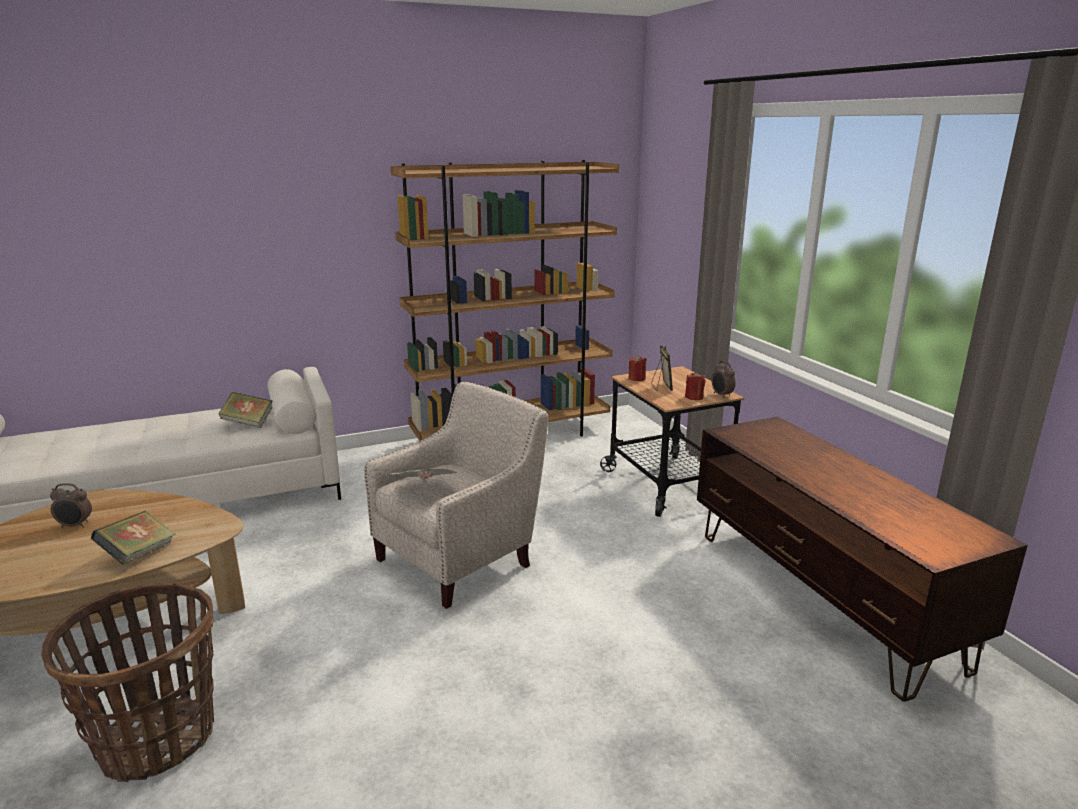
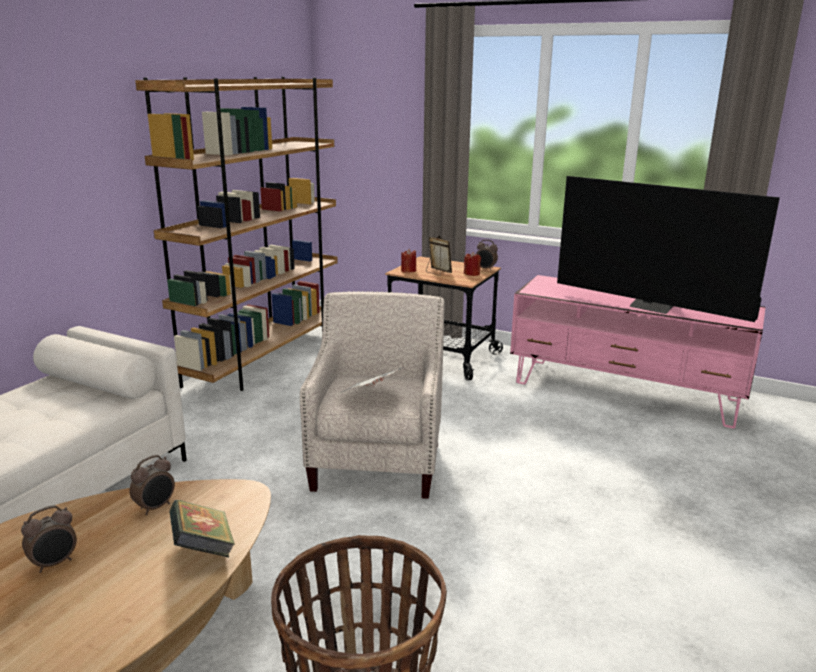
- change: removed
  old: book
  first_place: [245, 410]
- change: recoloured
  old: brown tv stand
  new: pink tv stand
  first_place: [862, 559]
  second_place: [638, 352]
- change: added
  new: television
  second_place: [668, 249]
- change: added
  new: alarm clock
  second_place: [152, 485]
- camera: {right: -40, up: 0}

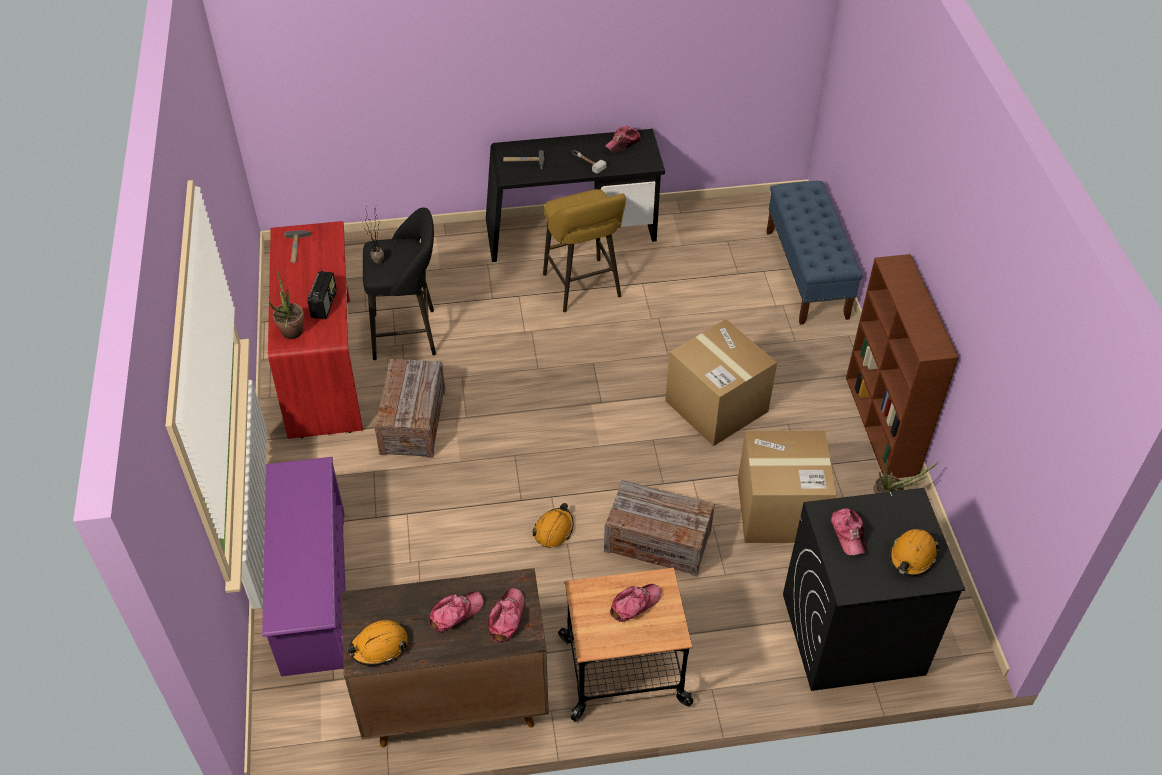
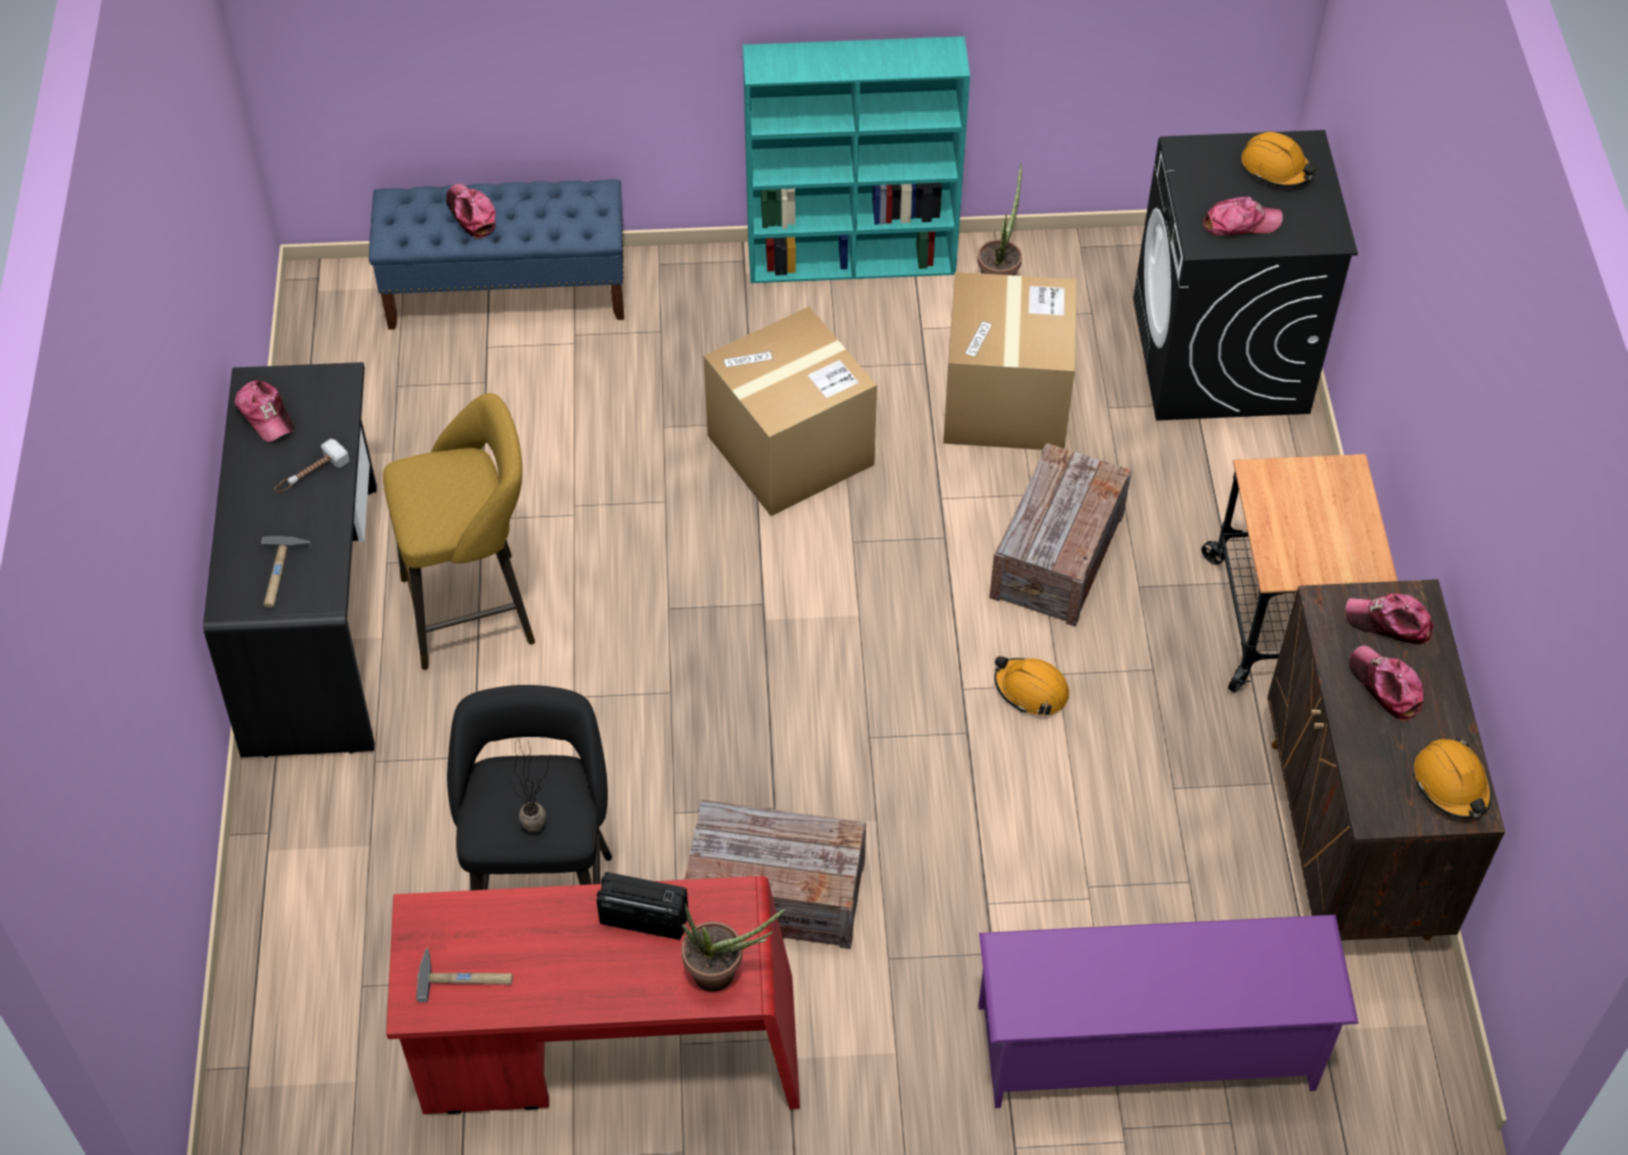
- change: recoloured
  old: brown bookcase
  new: turquoise bookcase
  first_place: [902, 366]
  second_place: [856, 159]
- change: moved
  old: cap
  first_place: [635, 603]
  second_place: [471, 211]
- camera: {right: -85, up: 5}

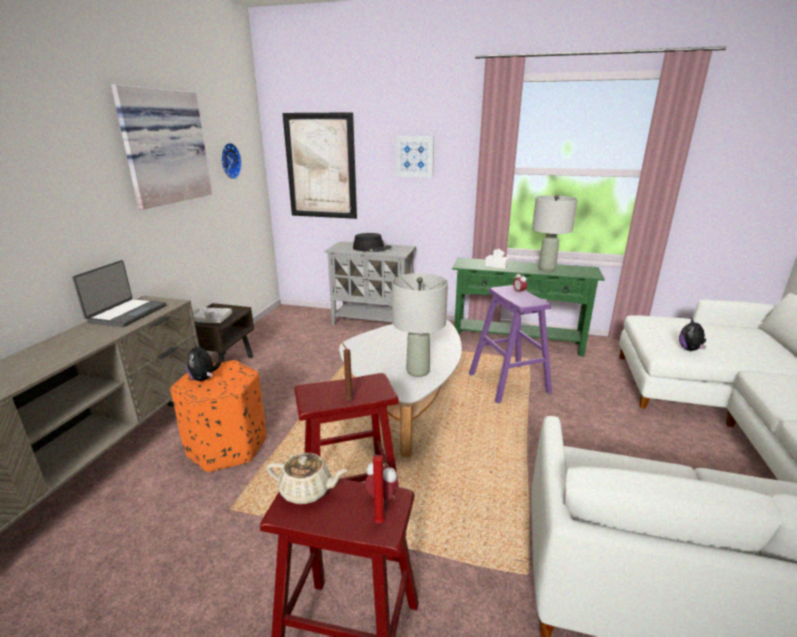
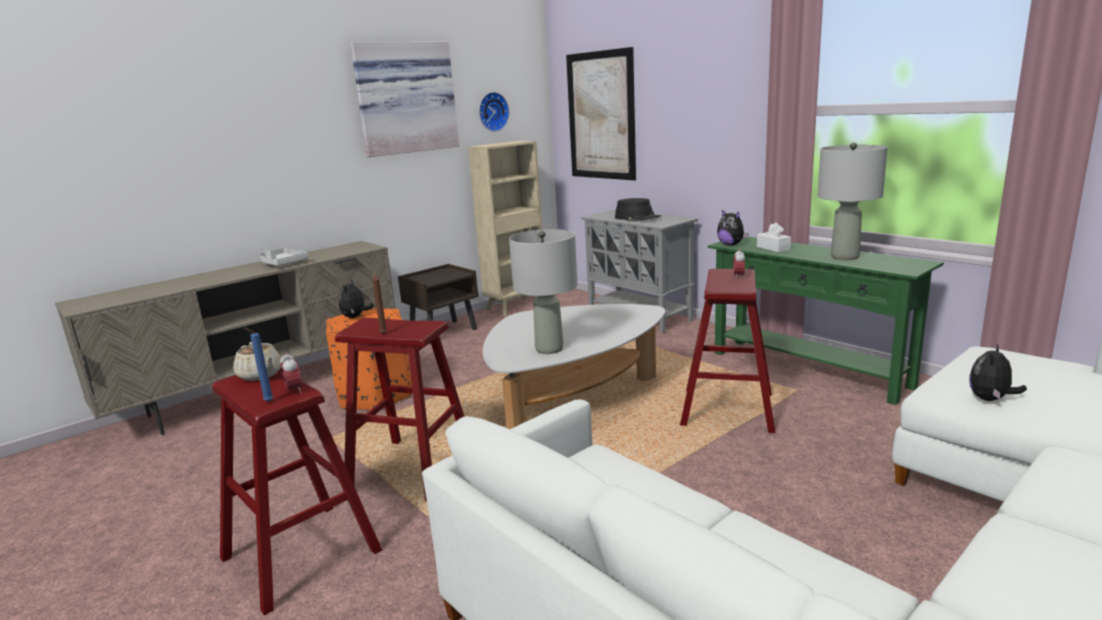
- change: removed
  old: picture
  first_place: [414, 156]
- change: removed
  old: laptop
  first_place: [119, 293]
- change: recoloured
  old: purple stool
  new: red stool
  first_place: [510, 344]
  second_place: [727, 351]
- change: moved
  old: grey tray
  first_place: [212, 315]
  second_place: [284, 257]
- change: recoloured
  old: red candle
  new: blue candle
  first_place: [378, 489]
  second_place: [258, 365]
- change: added
  new: beige bookcase
  second_place: [505, 228]
- change: added
  new: plush toy
  second_place: [733, 228]
- camera: {right: 35, up: -5}

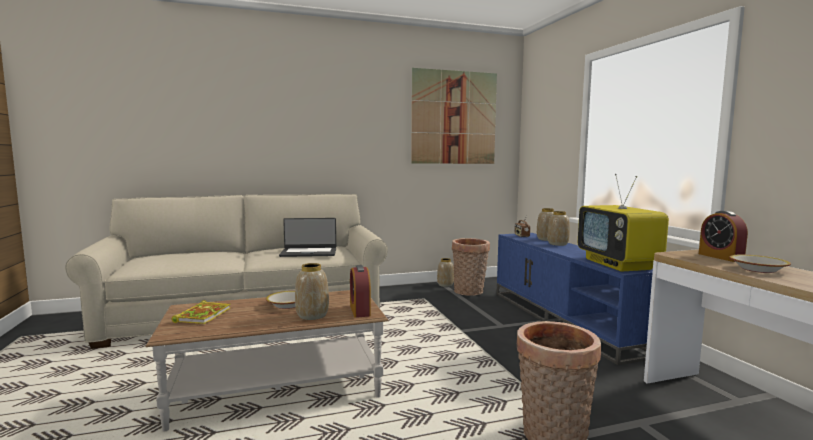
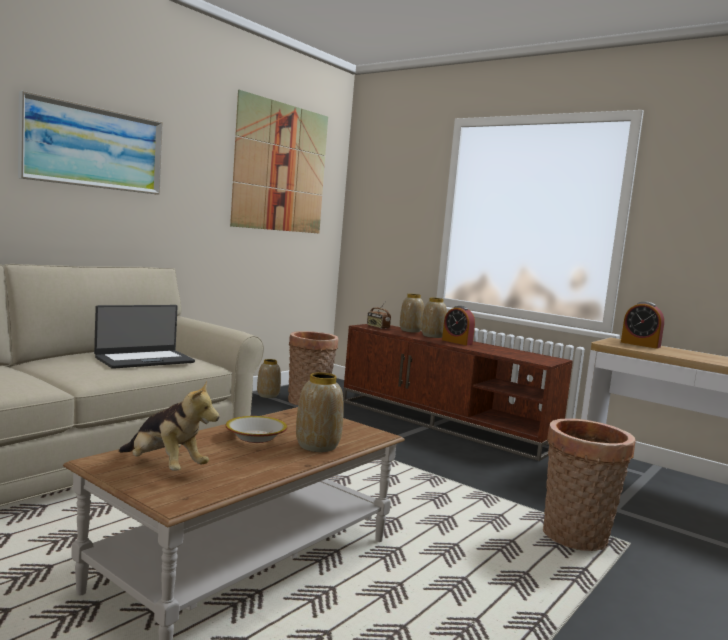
- change: removed
  old: television
  first_place: [623, 222]
- change: recoloured
  old: blue tv stand
  new: brown tv stand
  first_place: [575, 299]
  second_place: [458, 392]
- change: removed
  old: bowl
  first_place: [760, 264]
- change: moved
  old: alarm clock
  first_place: [360, 291]
  second_place: [458, 325]
- change: replaced
  old: book
  new: plush toy
  first_place: [201, 312]
  second_place: [169, 425]
- change: added
  new: picture
  second_place: [90, 143]
- camera: {right: -35, up: 0}

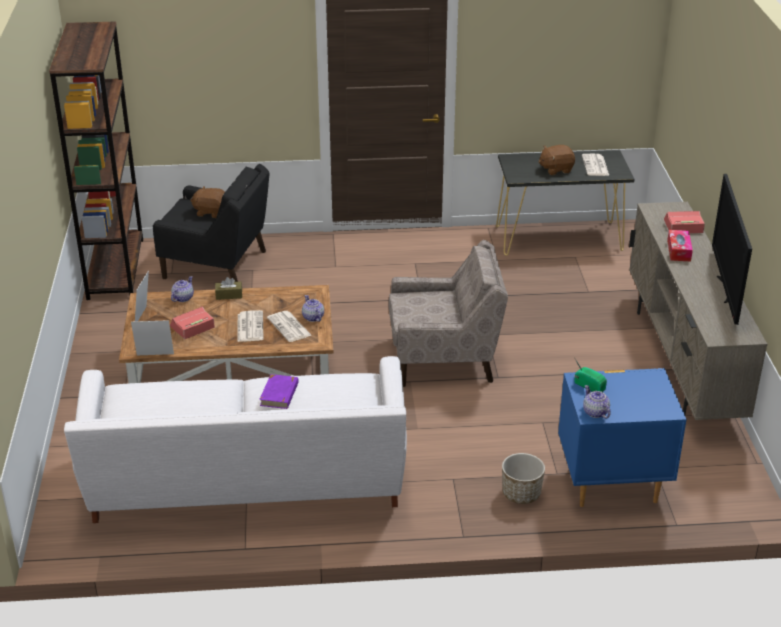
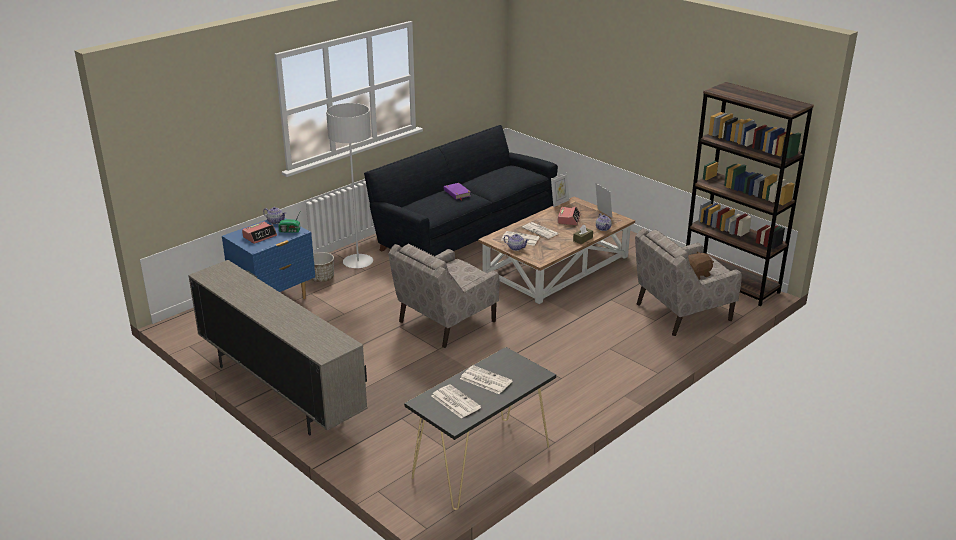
- change: replaced
  old: brown plush toy
  new: newspaper
  first_place: [556, 160]
  second_place: [486, 379]
- change: recoloured
  old: black armchair
  new: beige armchair
  first_place: [211, 223]
  second_place: [688, 282]
- change: removed
  old: television
  first_place: [732, 249]
- change: moved
  old: alarm clock
  first_place: [684, 222]
  second_place: [259, 233]
- change: removed
  old: tissue box
  first_place: [680, 245]
- change: recoloured
  old: white sofa
  new: black sofa
  first_place: [235, 439]
  second_place: [461, 190]
- change: added
  new: grey floor lamp
  second_place: [349, 185]
- camera: {right: 140, up: -5}

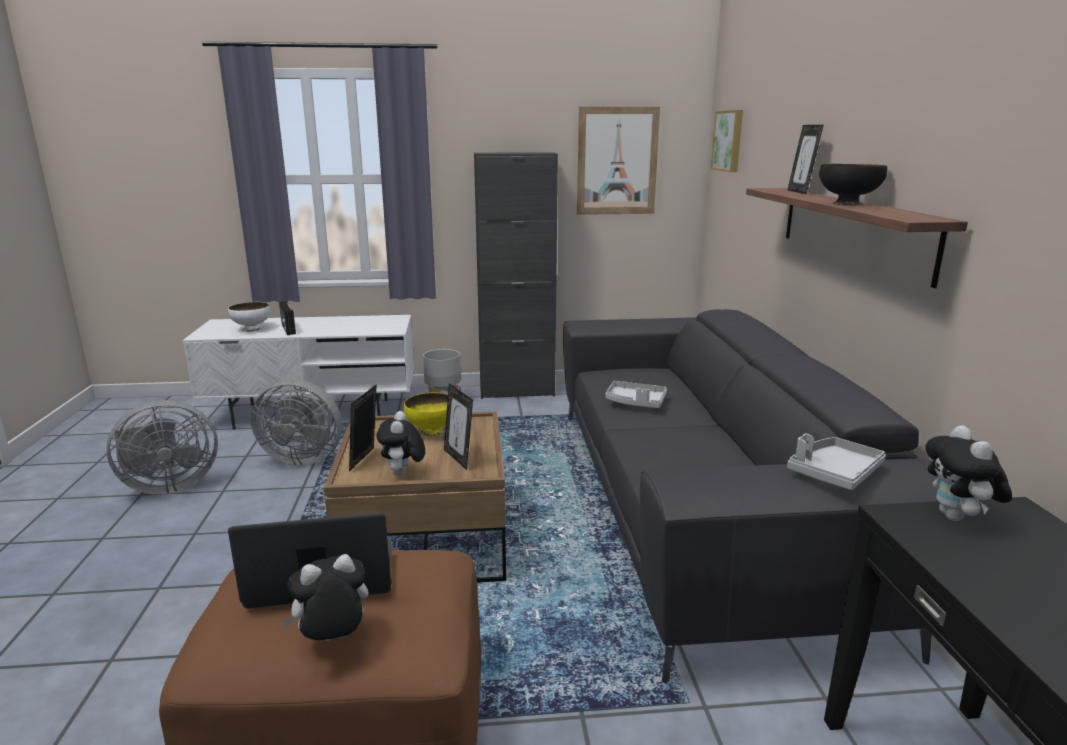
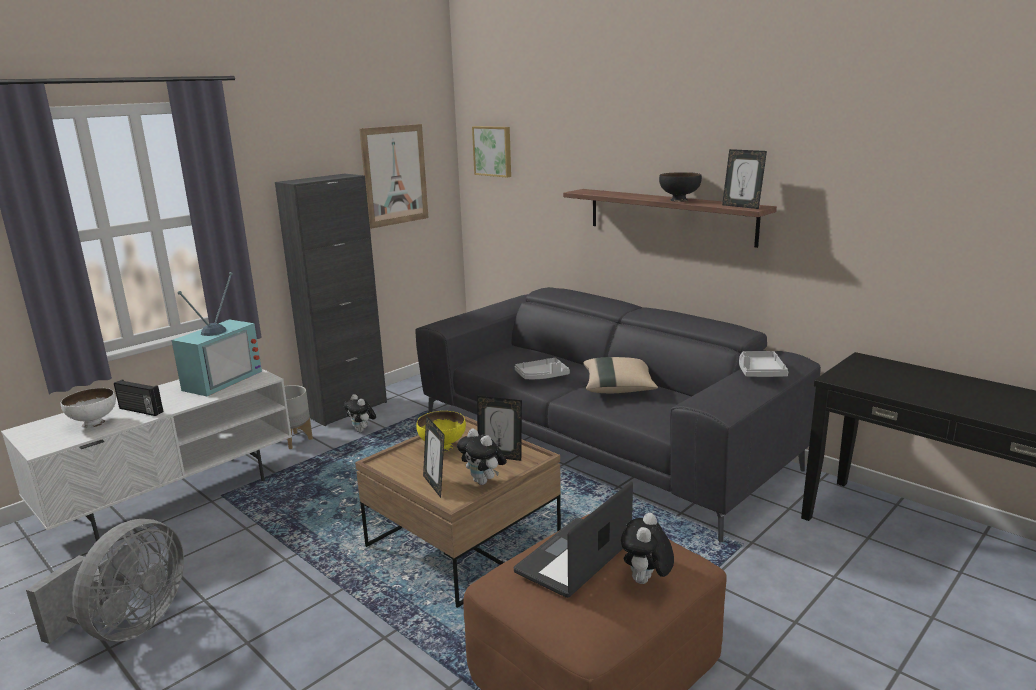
- change: moved
  old: picture frame
  first_place: [806, 159]
  second_place: [744, 179]
- change: removed
  old: grey fan
  first_place: [296, 422]
- change: moved
  old: plush toy
  first_place: [968, 473]
  second_place: [359, 413]
- change: added
  new: television
  second_place: [217, 334]
- change: added
  new: beige pillow
  second_place: [620, 375]
- camera: {right: -40, up: 0}

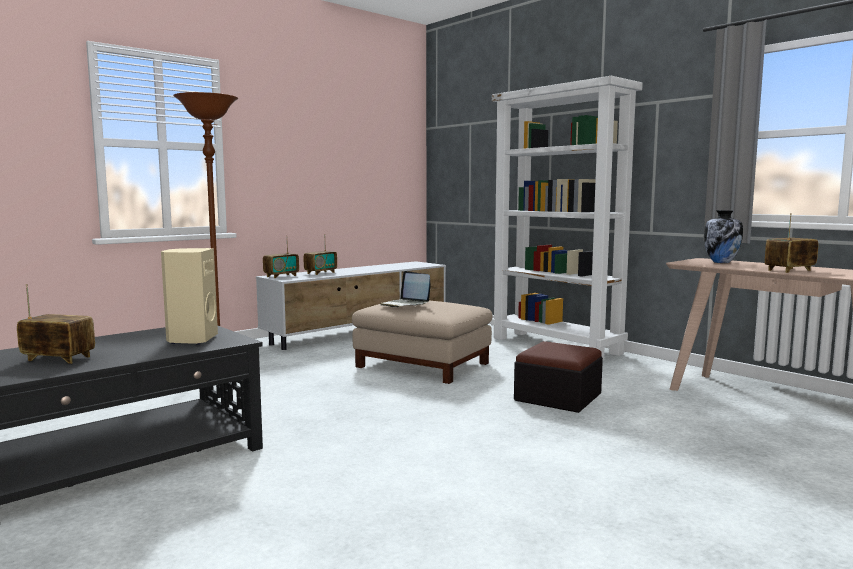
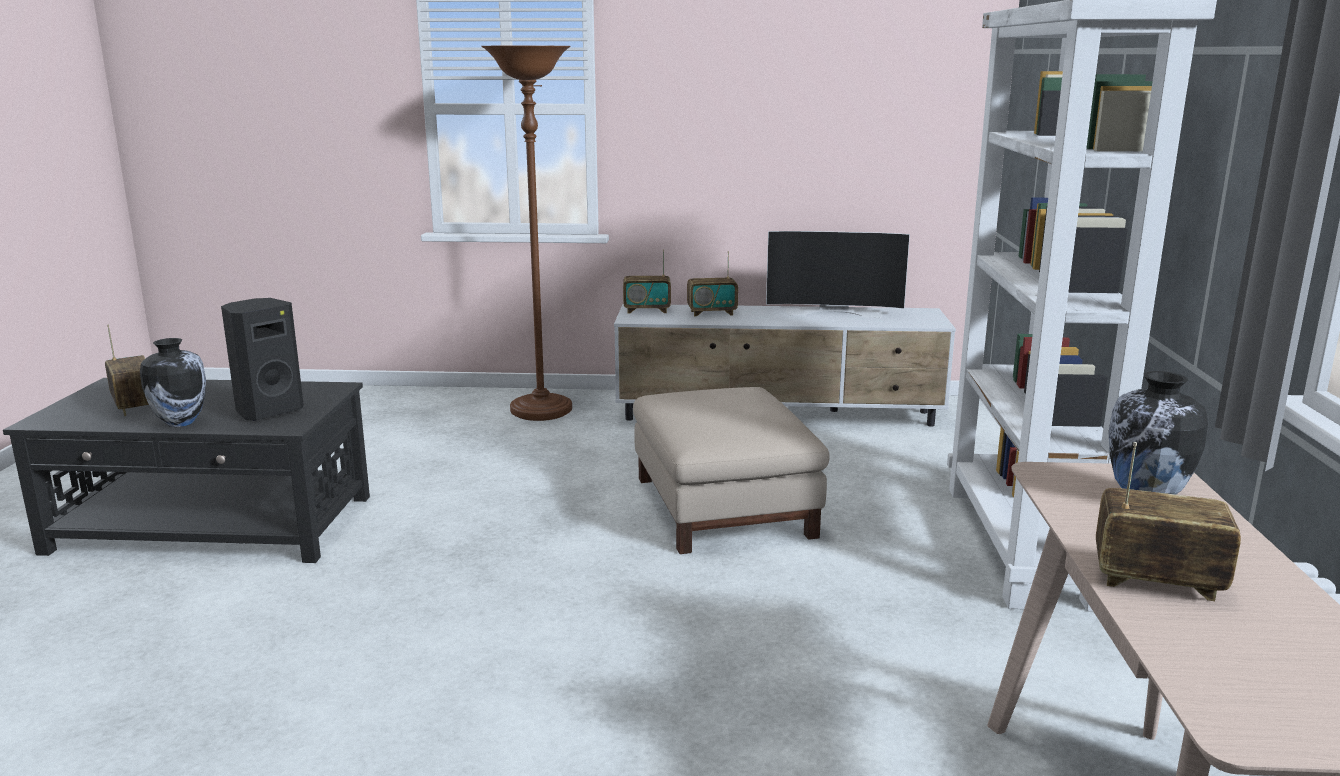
- change: recoloured
  old: beige speaker
  new: black speaker
  first_place: [189, 296]
  second_place: [262, 359]
- change: removed
  old: laptop
  first_place: [405, 289]
- change: removed
  old: ottoman
  first_place: [558, 377]
- change: added
  new: television
  second_place: [838, 274]
- change: added
  new: vase
  second_place: [173, 382]
- camera: {right: 45, up: 10}

